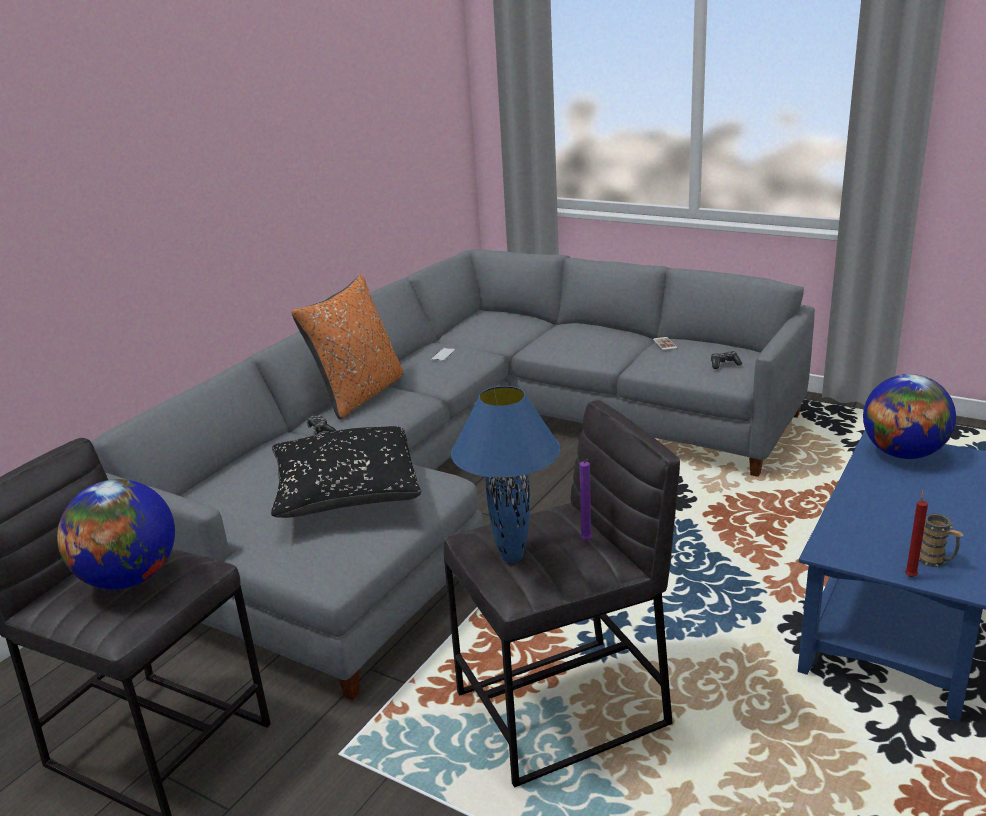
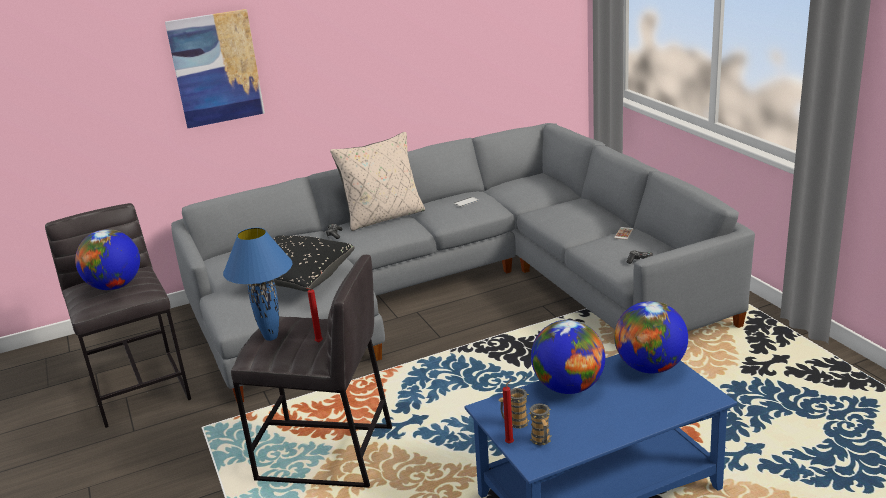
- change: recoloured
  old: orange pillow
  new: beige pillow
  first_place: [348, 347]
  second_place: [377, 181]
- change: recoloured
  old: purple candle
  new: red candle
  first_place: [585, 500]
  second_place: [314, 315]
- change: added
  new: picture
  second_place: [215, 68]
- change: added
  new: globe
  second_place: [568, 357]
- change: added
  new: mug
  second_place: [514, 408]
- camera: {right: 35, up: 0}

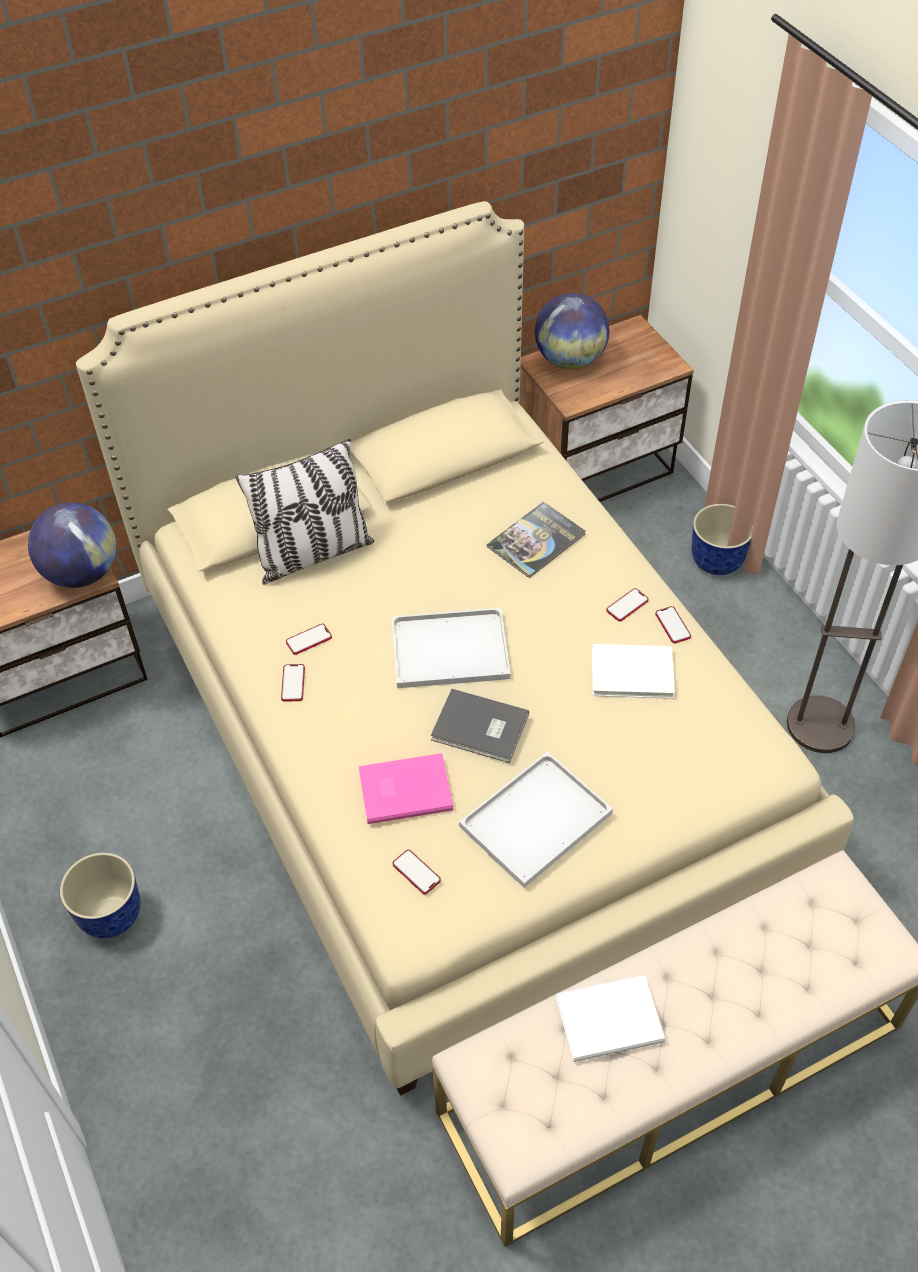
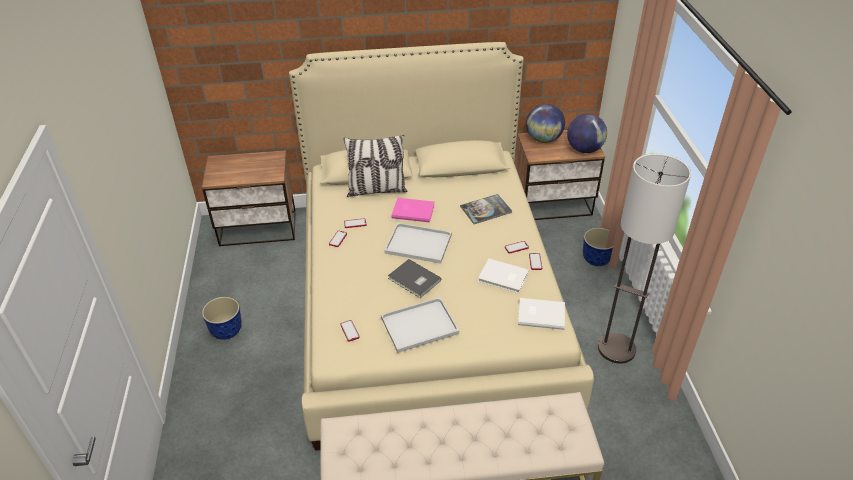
- change: moved
  old: globe
  first_place: [72, 545]
  second_place: [587, 133]
- change: moved
  old: pink book
  first_place: [406, 788]
  second_place: [413, 210]
- change: moved
  old: white book
  first_place: [610, 1018]
  second_place: [541, 314]
- camera: {right: 20, up: -10}

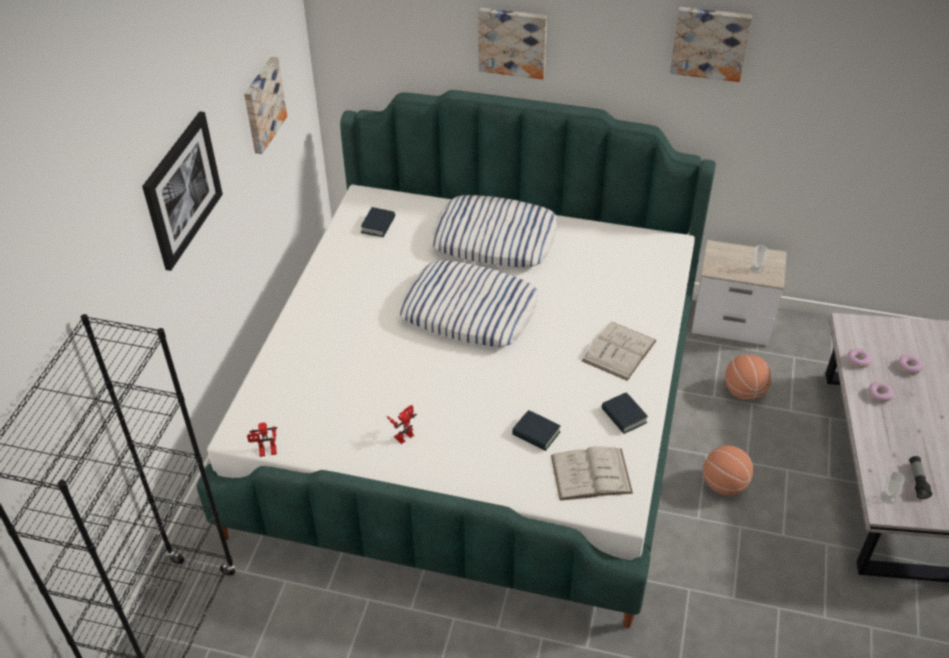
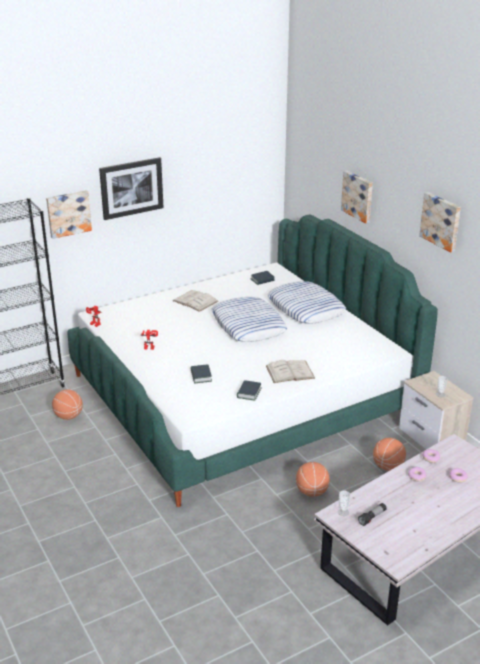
- change: moved
  old: picture
  first_place: [265, 105]
  second_place: [69, 214]
- change: moved
  old: white book
  first_place: [592, 473]
  second_place: [195, 301]
- change: added
  new: basketball
  second_place: [67, 405]
- camera: {right: 45, up: -15}

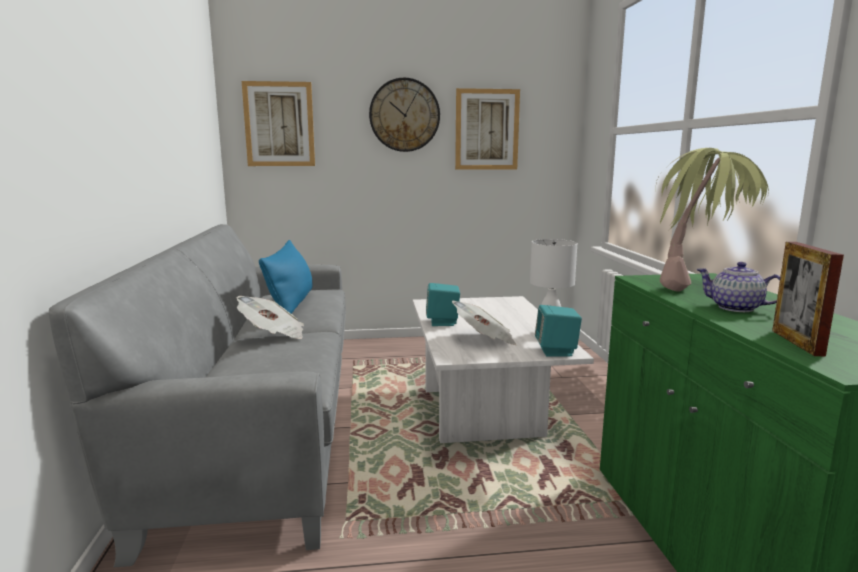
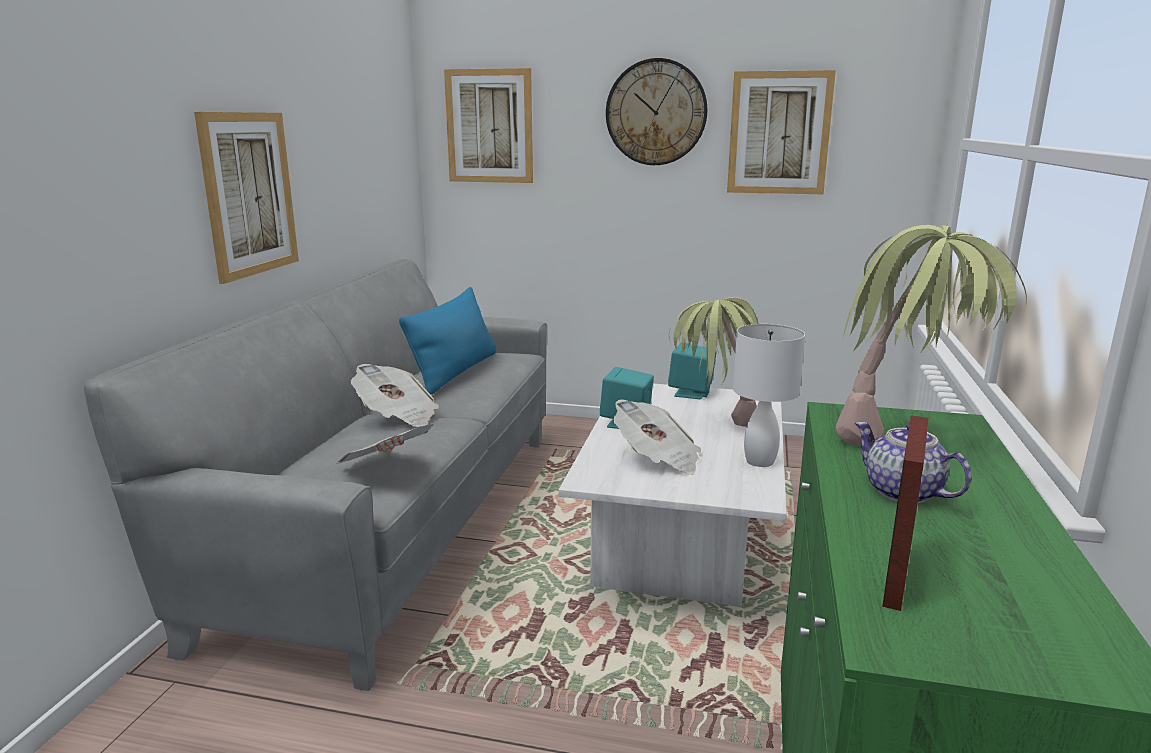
- change: moved
  old: turquoise speaker
  first_place: [558, 331]
  second_place: [692, 371]
- change: added
  new: picture
  second_place: [246, 198]
- change: added
  new: potted plant
  second_place: [714, 362]
- change: added
  new: newspaper
  second_place: [384, 444]
- camera: {right: 20, up: 5}

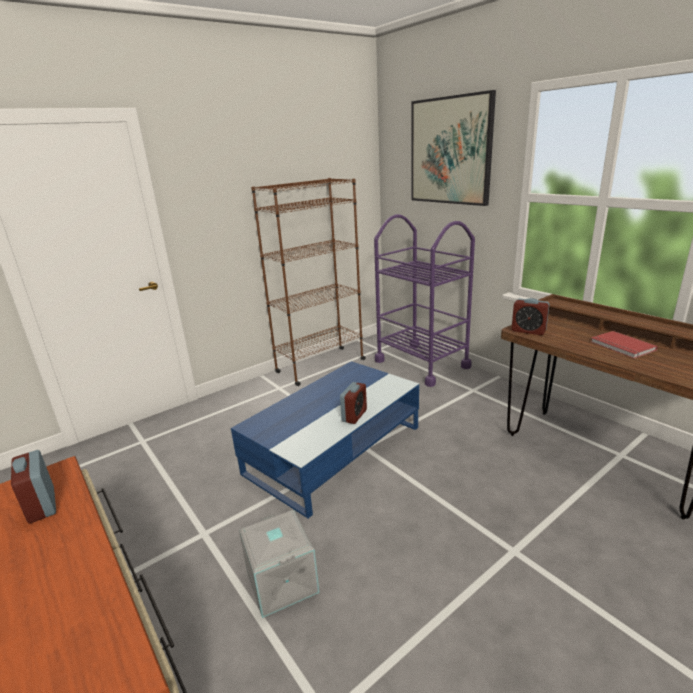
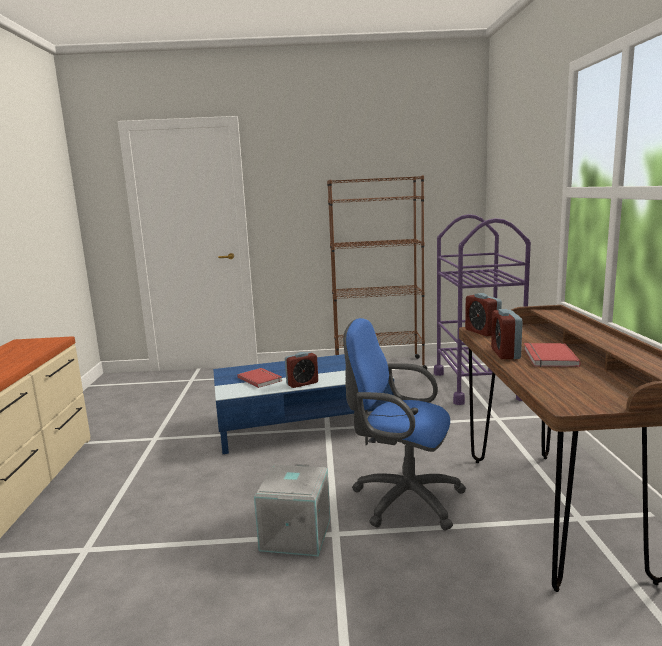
- change: removed
  old: picture
  first_place: [453, 148]
- change: moved
  old: alarm clock
  first_place: [33, 486]
  second_place: [507, 334]
- change: moved
  old: grey storage box
  first_place: [279, 564]
  second_place: [292, 510]
- change: added
  new: blue office chair
  second_place: [404, 424]
- change: added
  new: red book
  second_place: [259, 378]
- camera: {right: 35, up: -10}

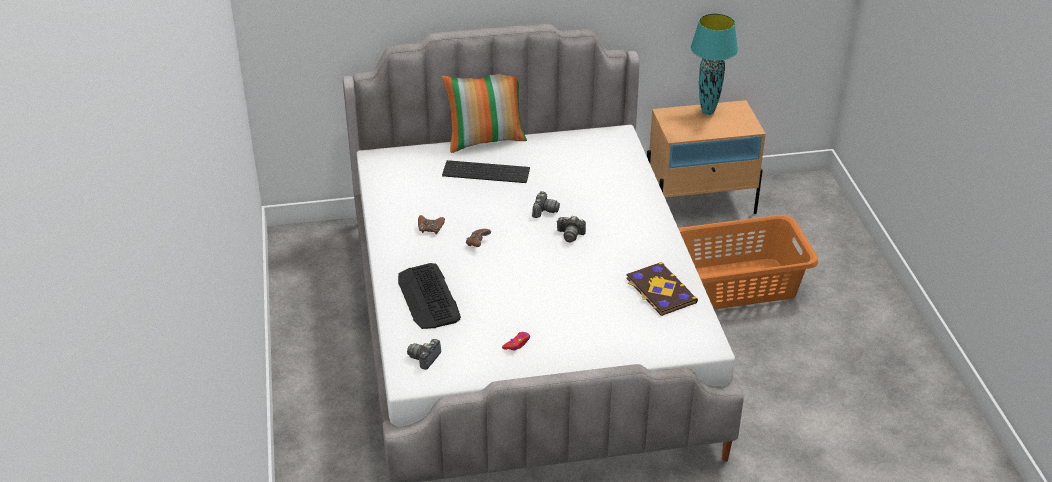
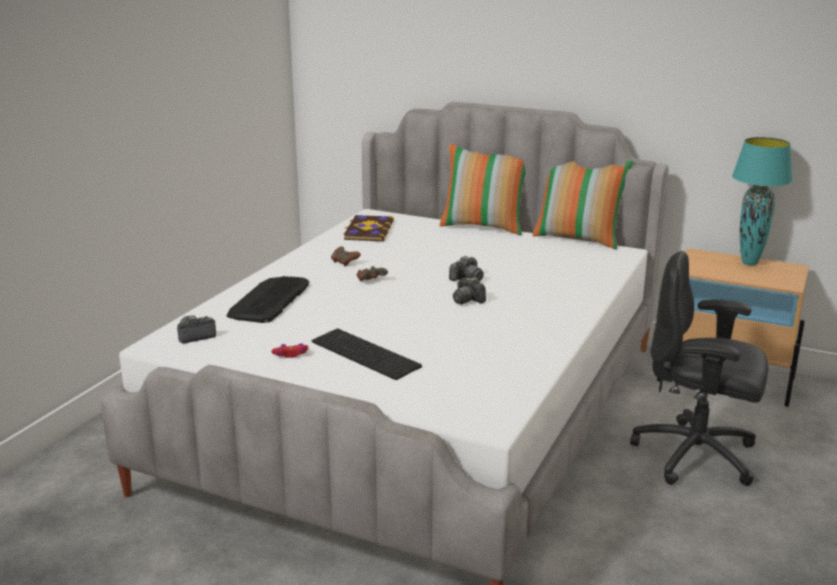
- change: moved
  old: keyboard
  first_place: [486, 171]
  second_place: [367, 354]
- change: replaced
  old: orange laundry basket
  new: black office chair
  first_place: [748, 262]
  second_place: [699, 368]
- change: moved
  old: book
  first_place: [662, 289]
  second_place: [368, 228]
- change: added
  new: pillow
  second_place: [582, 205]
- camera: {right: 35, up: -15}

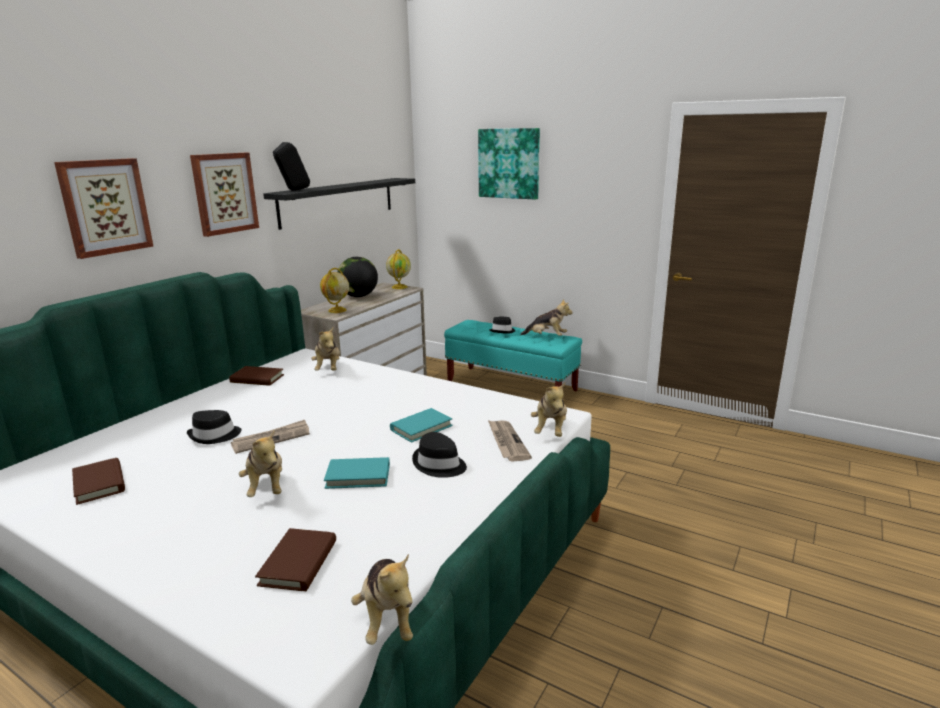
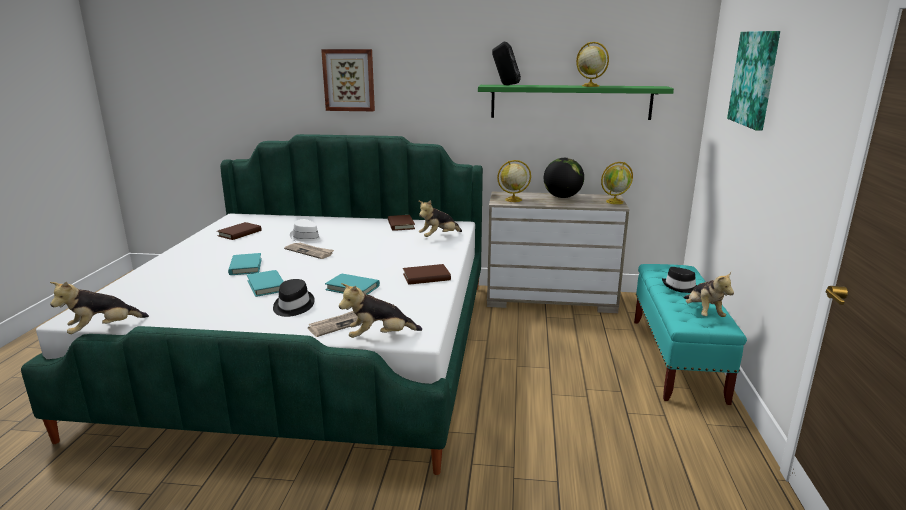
- change: removed
  old: picture
  first_place: [224, 195]
- change: recoloured
  old: black shelf
  new: green shelf
  first_place: [339, 204]
  second_place: [576, 102]
- change: recoloured
  old: black hat
  new: white hat
  first_place: [214, 427]
  second_place: [307, 231]
- change: replaced
  old: plush toy
  new: turquoise book
  first_place: [260, 463]
  second_place: [245, 264]
- change: moved
  old: brown book
  first_place: [295, 559]
  second_place: [427, 274]
- change: added
  new: globe
  second_place: [592, 64]
- camera: {right: 65, up: 0}

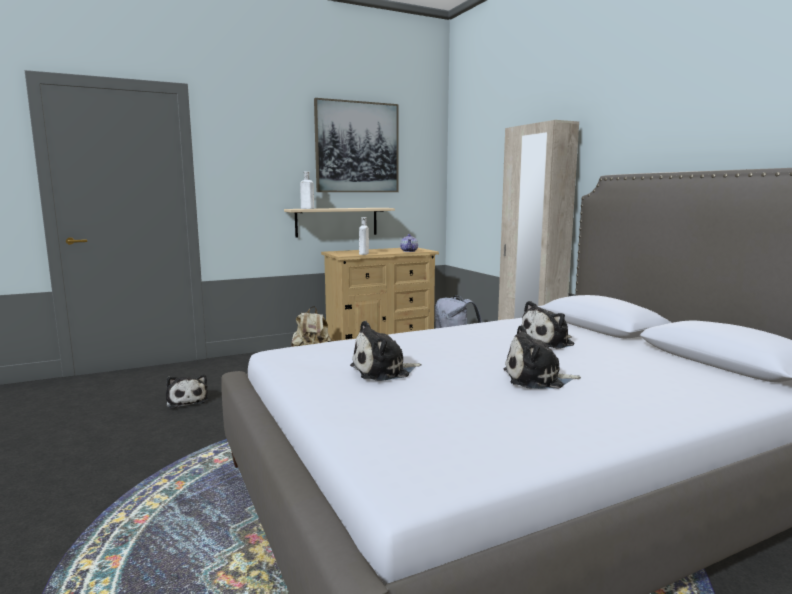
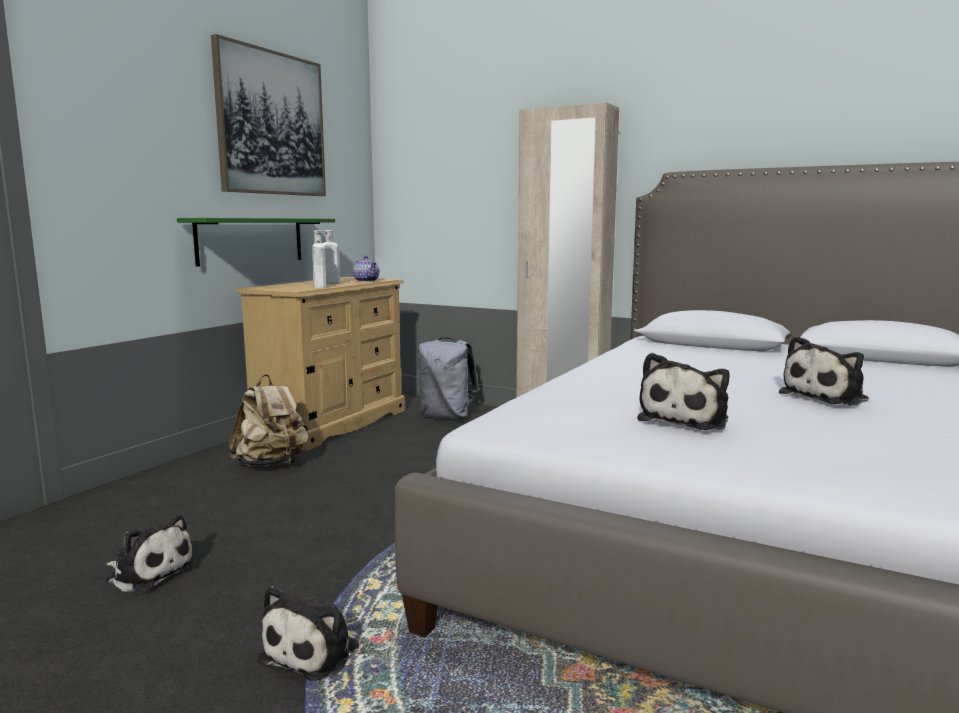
- change: moved
  old: white bottle
  first_place: [307, 190]
  second_place: [331, 257]
- change: recoloured
  old: beige shelf
  new: green shelf
  first_place: [339, 223]
  second_place: [256, 242]
- change: moved
  old: plush toy
  first_place: [548, 325]
  second_place: [308, 633]
- camera: {right: -35, up: 0}

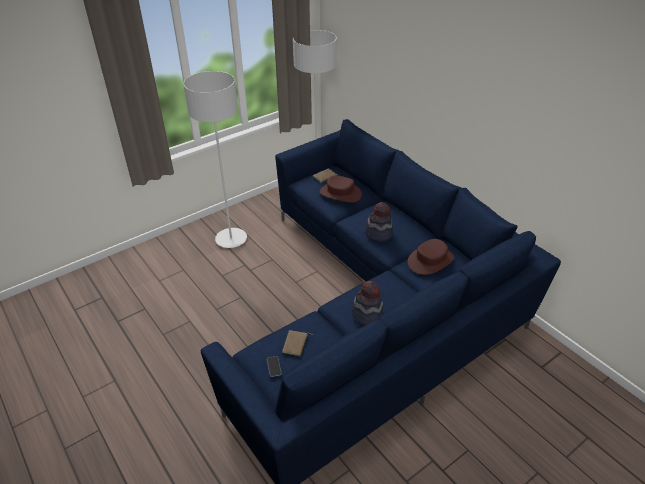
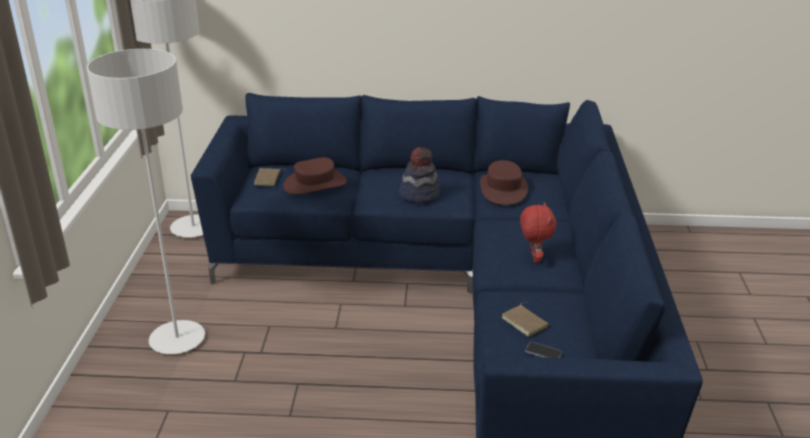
- change: replaced
  old: hat
  new: red plush toy
  first_place: [368, 303]
  second_place: [538, 232]
- camera: {right: -50, up: -10}

